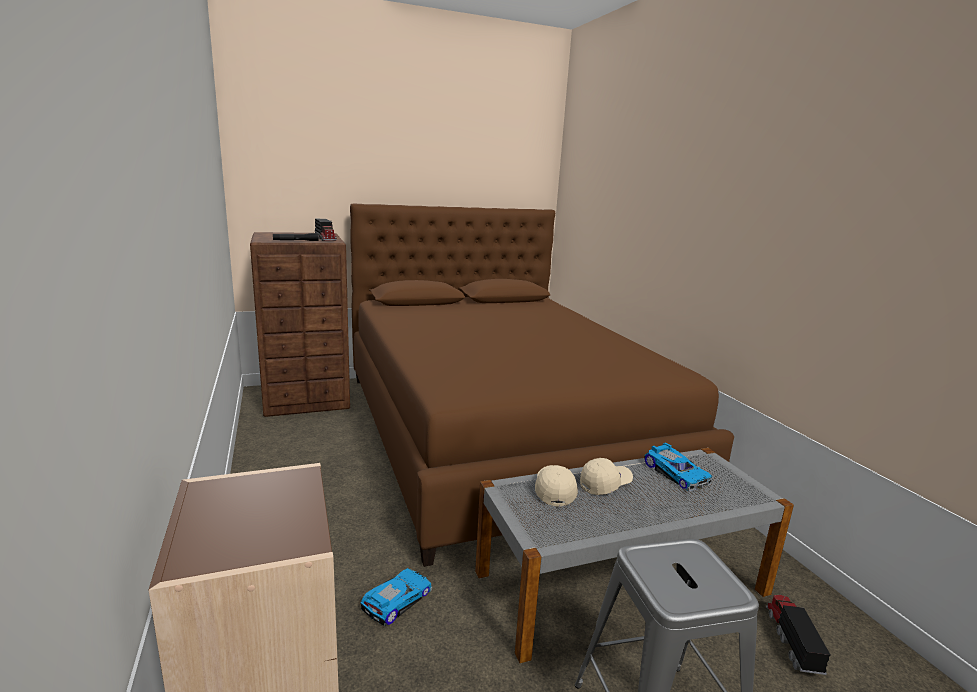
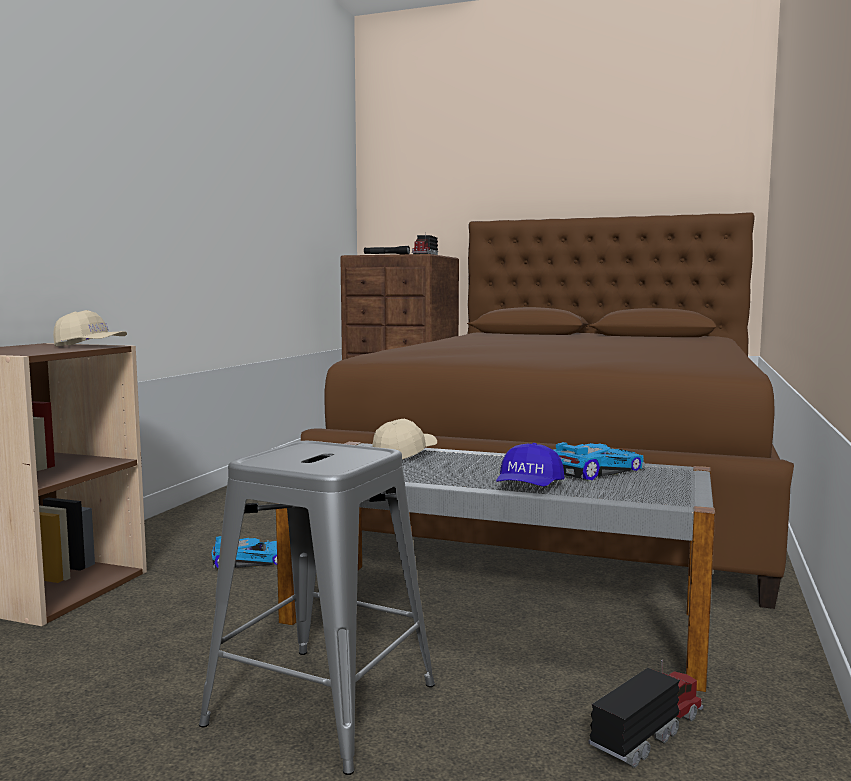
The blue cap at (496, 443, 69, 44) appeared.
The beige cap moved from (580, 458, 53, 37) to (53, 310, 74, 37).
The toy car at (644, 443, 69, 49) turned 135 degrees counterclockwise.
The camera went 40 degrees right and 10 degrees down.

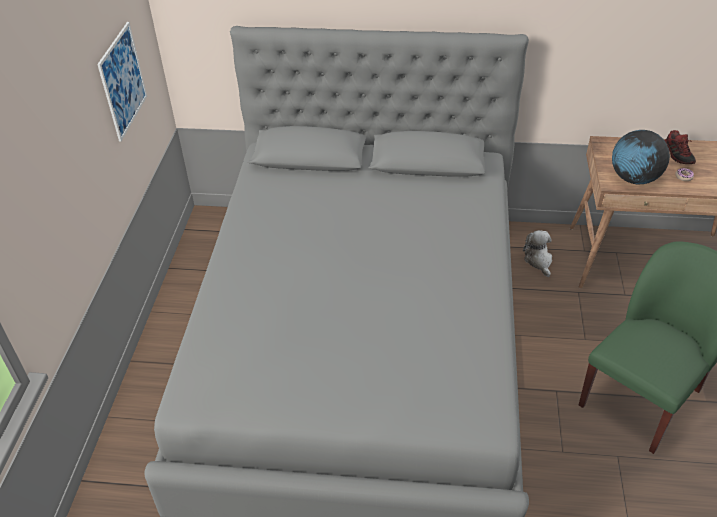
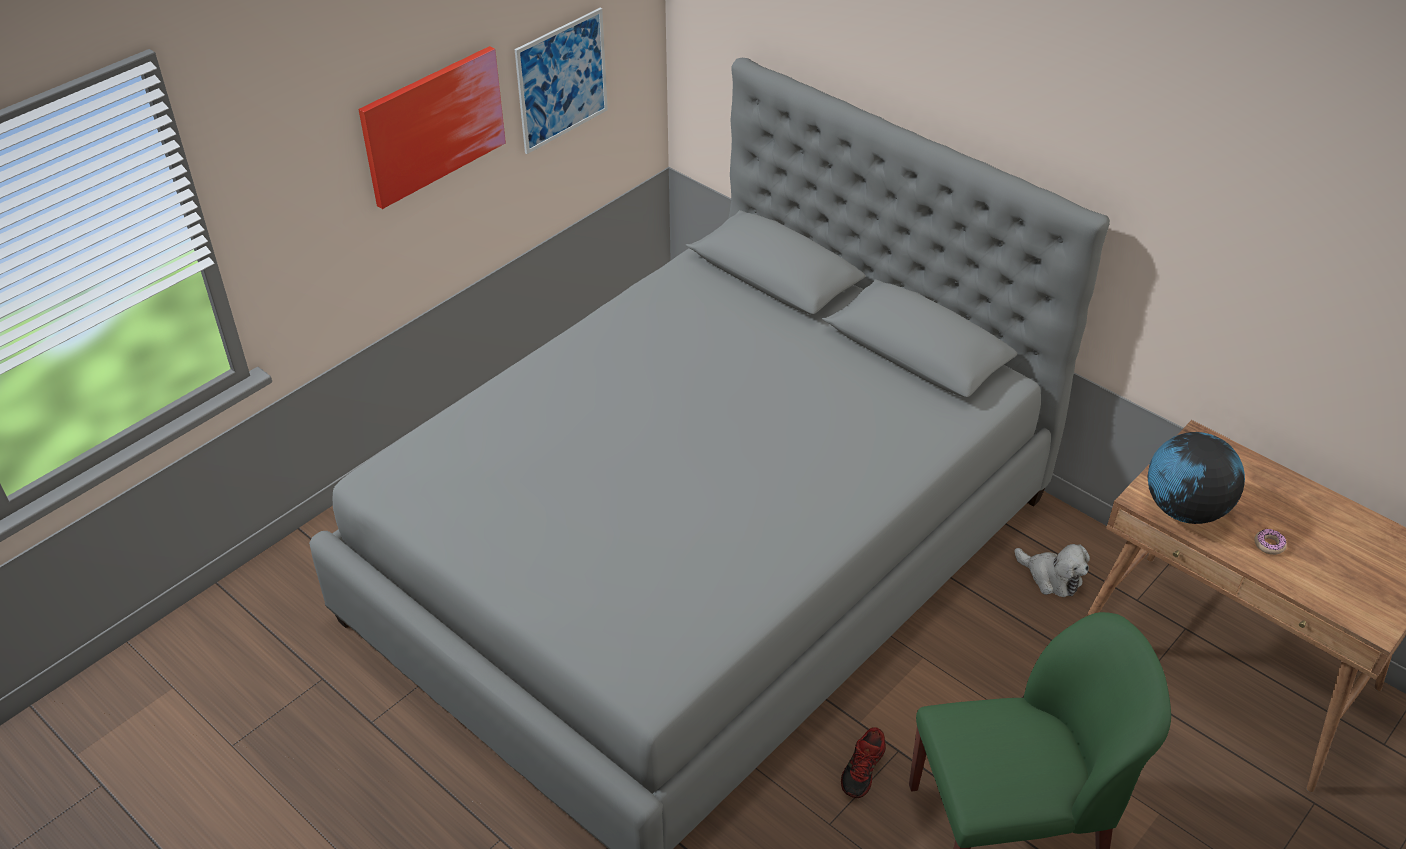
The picture at (358, 46, 148, 163) appeared.
The shoe moved from (664, 130, 32, 34) to (841, 727, 45, 71).
The plush toy at (523, 230, 29, 47) turned 105 degrees clockwise.
The camera went 35 degrees right and 0 degrees up.

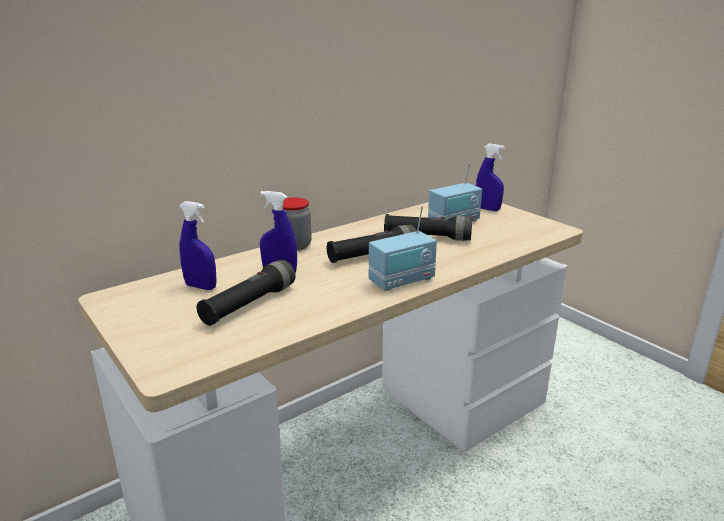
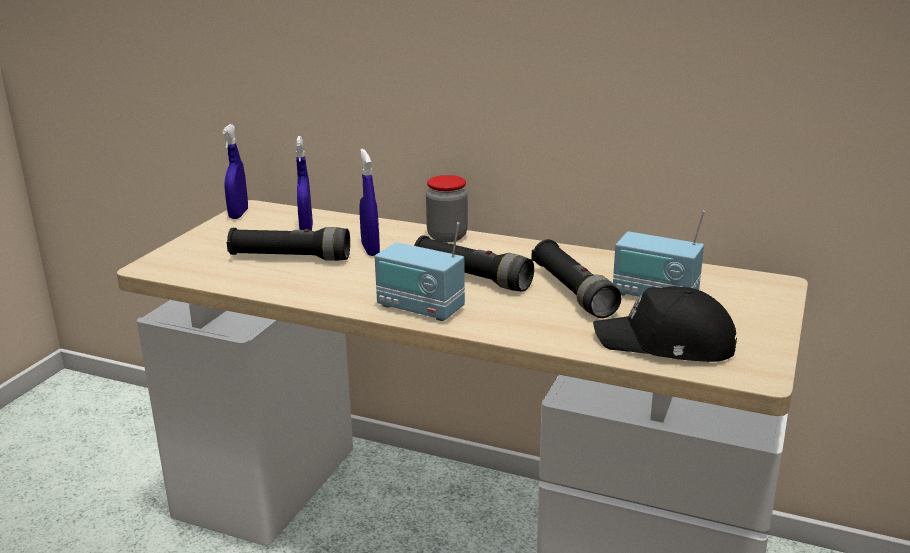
The black cap at (593, 286, 144, 76) appeared.
The blue spray bottle moved from (476, 144, 29, 67) to (222, 124, 26, 95).
The camera went 60 degrees right and 0 degrees up.

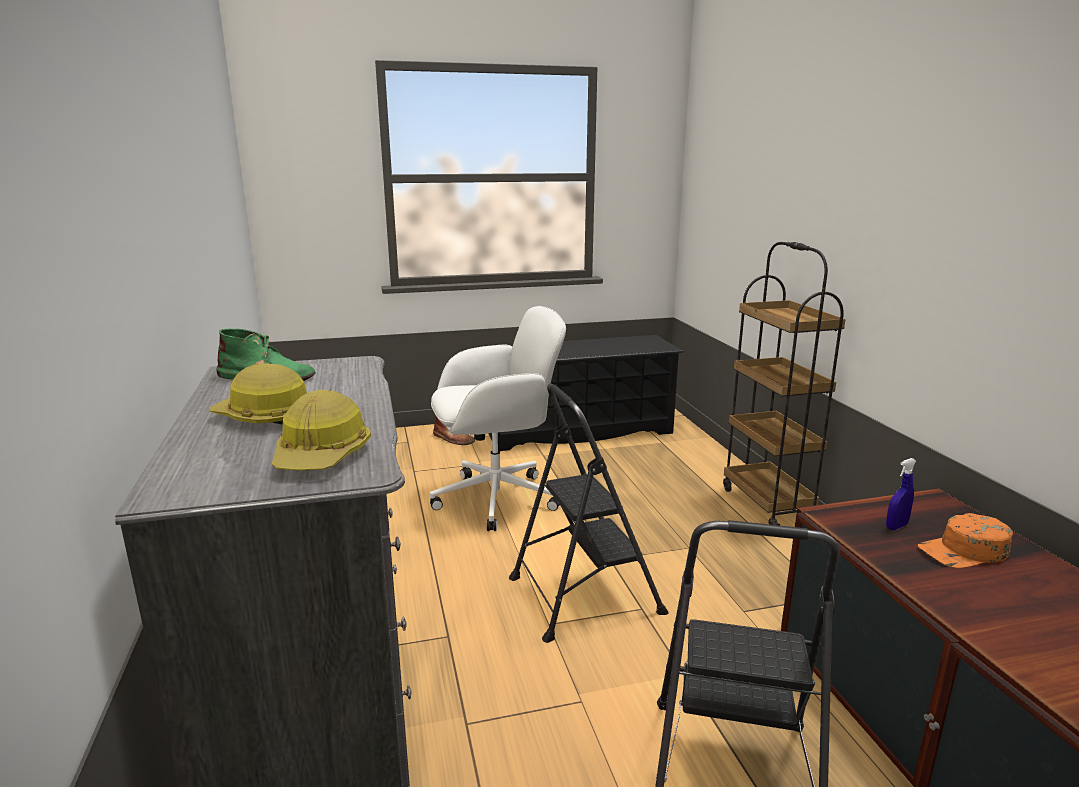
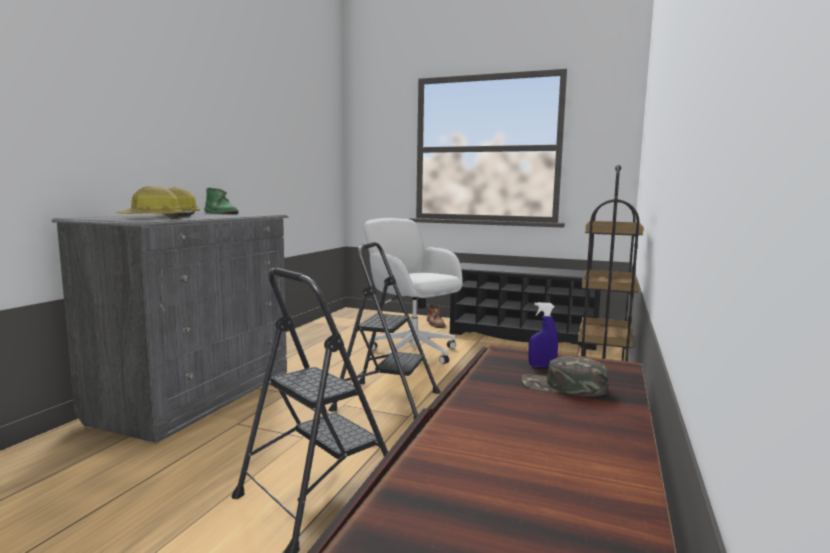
The orange cap at (918, 513, 95, 55) became the green cap at (522, 356, 86, 40).
The white office chair at (430, 306, 136, 225) turned 150 degrees counterclockwise.
The camera went 35 degrees right and 10 degrees down.

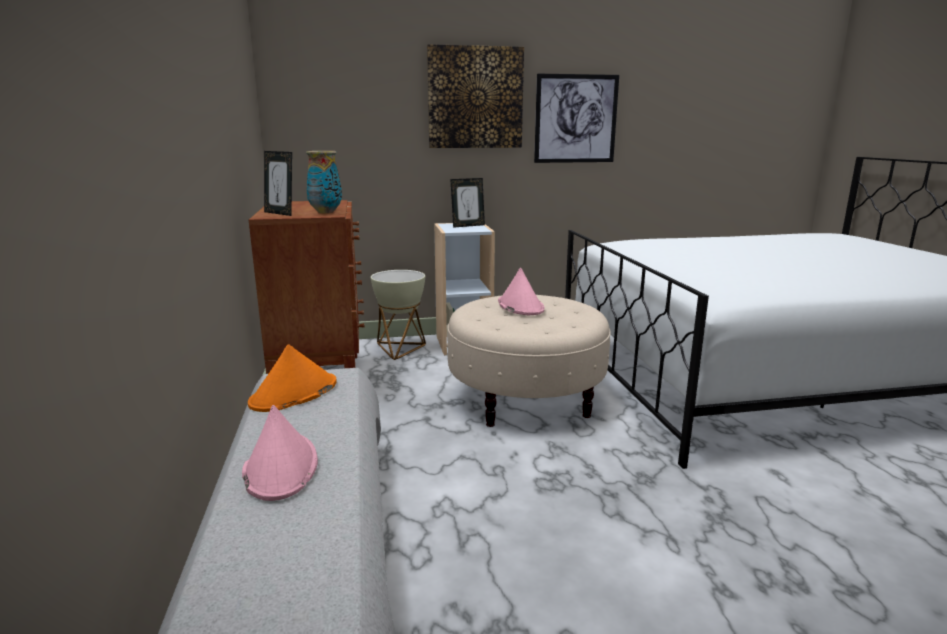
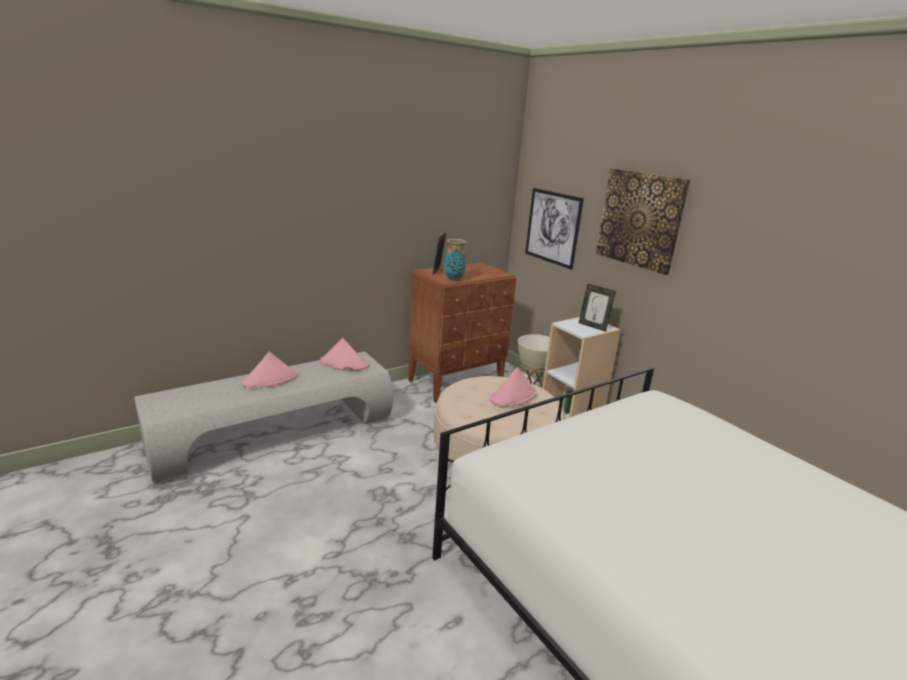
The picture moved from (534, 74, 85, 89) to (525, 188, 59, 82).
The orange hat at (248, 344, 89, 68) became the pink hat at (320, 338, 48, 33).
The camera went 65 degrees right and 5 degrees up.

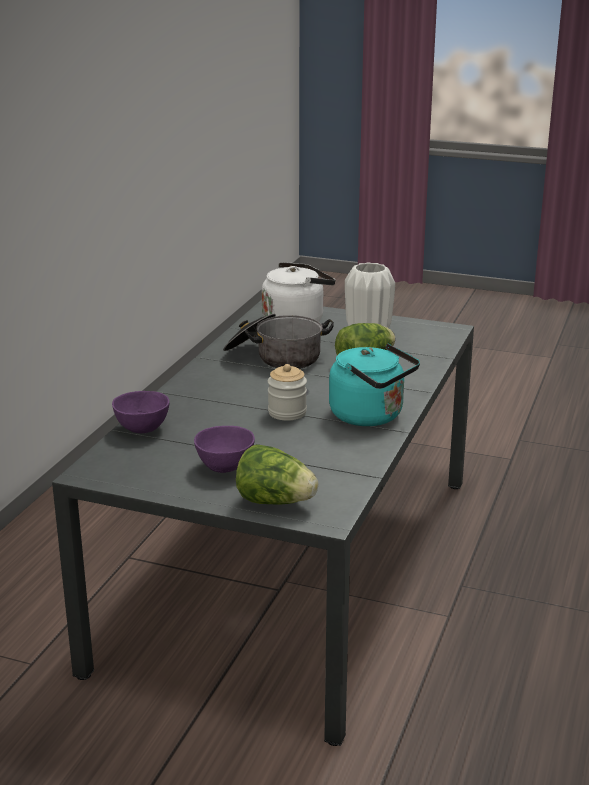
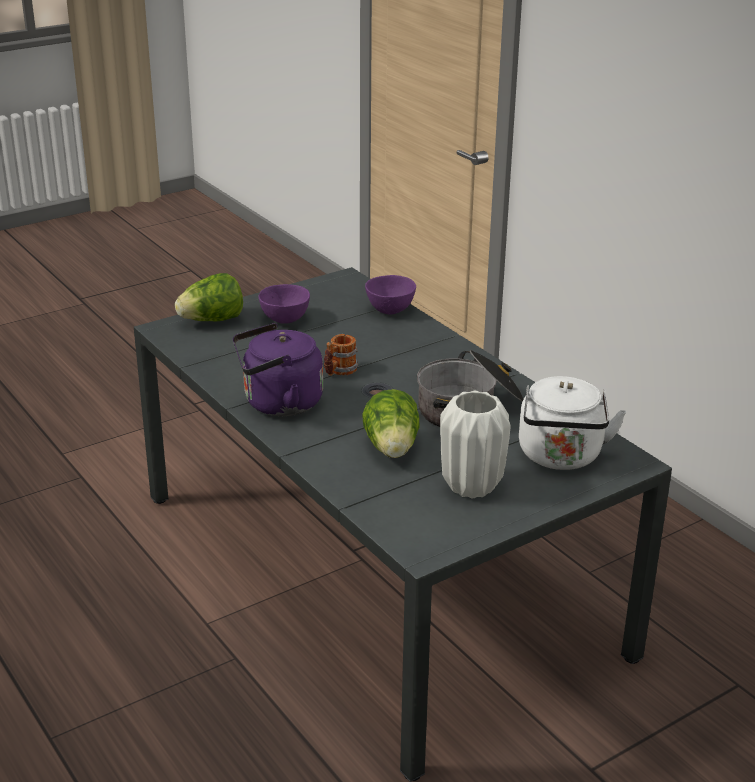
The jar at (268, 364, 39, 57) was replaced by the mug at (324, 334, 34, 42).
The turquoise kettle at (329, 343, 91, 83) became the purple kettle at (233, 323, 90, 93).
The camera went 125 degrees right and 5 degrees up.

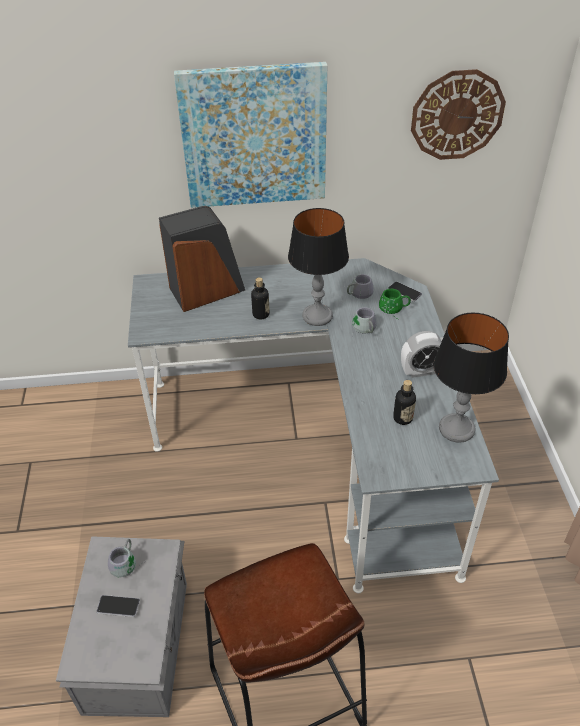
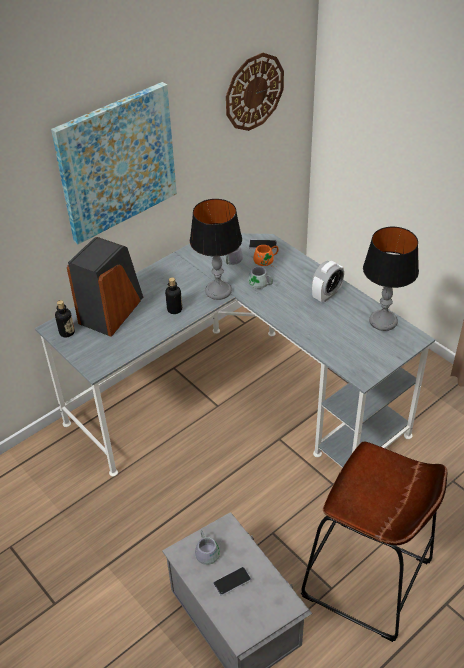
The bottle moved from (393, 380, 23, 45) to (55, 300, 20, 37).
The green mug at (379, 289, 32, 30) became the orange mug at (253, 245, 25, 22).
The camera went 35 degrees left and 0 degrees up.

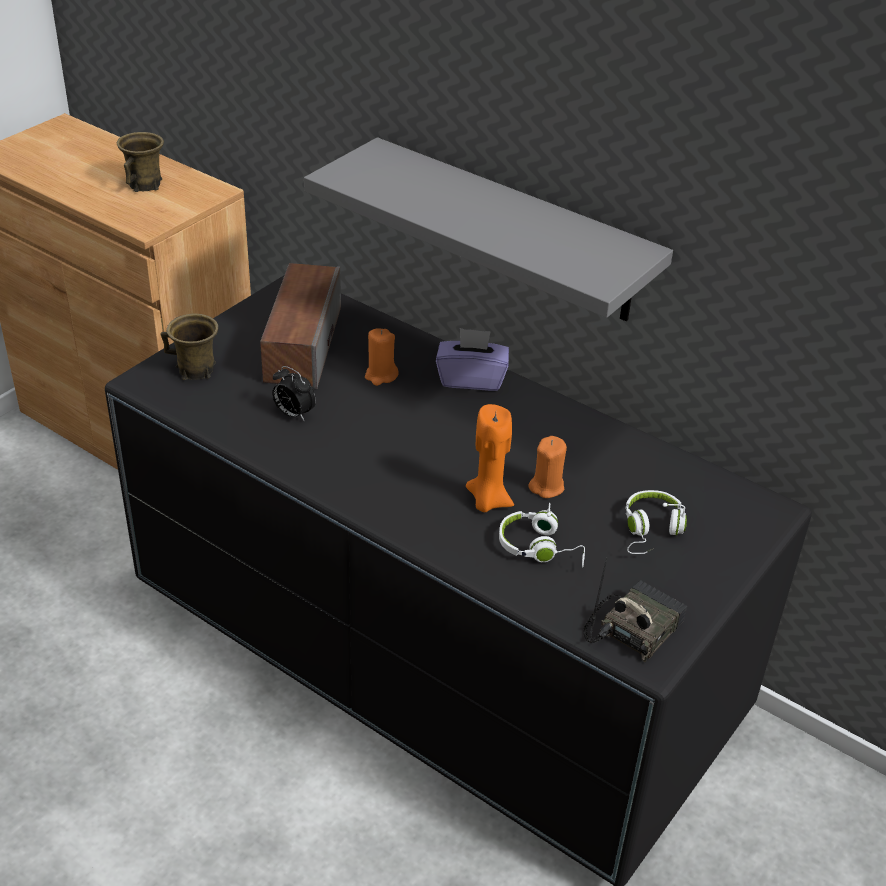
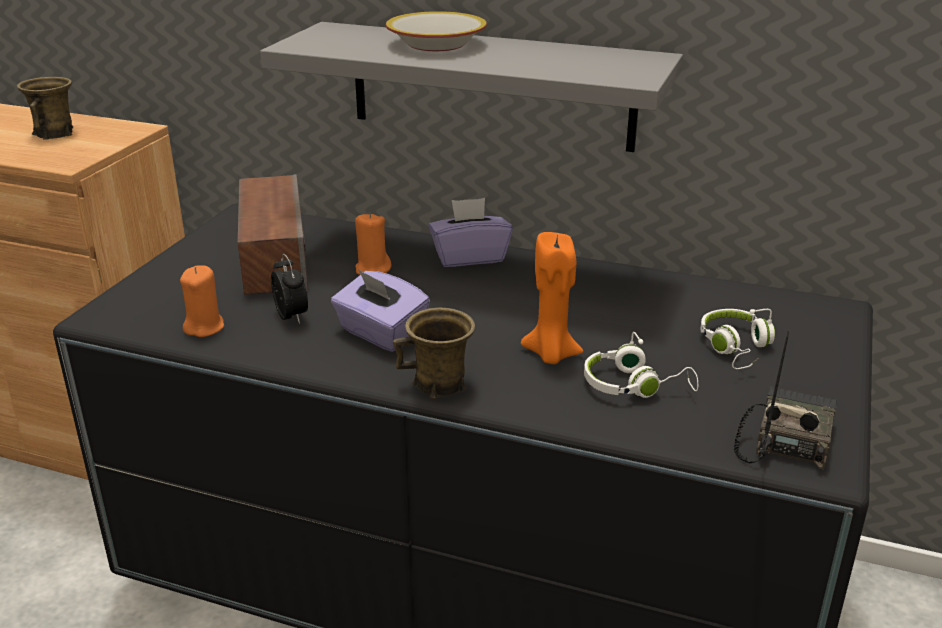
The purple tissue box at (331, 269, 99, 83) appeared.
The bowl at (386, 11, 101, 40) appeared.
The brown mug moved from (161, 313, 57, 67) to (393, 308, 82, 91).
The orange candle moved from (529, 436, 38, 62) to (180, 265, 44, 72).
The alarm clock at (272, 366, 44, 55) turned 135 degrees counterclockwise.
The camera went 15 degrees left and 10 degrees down.

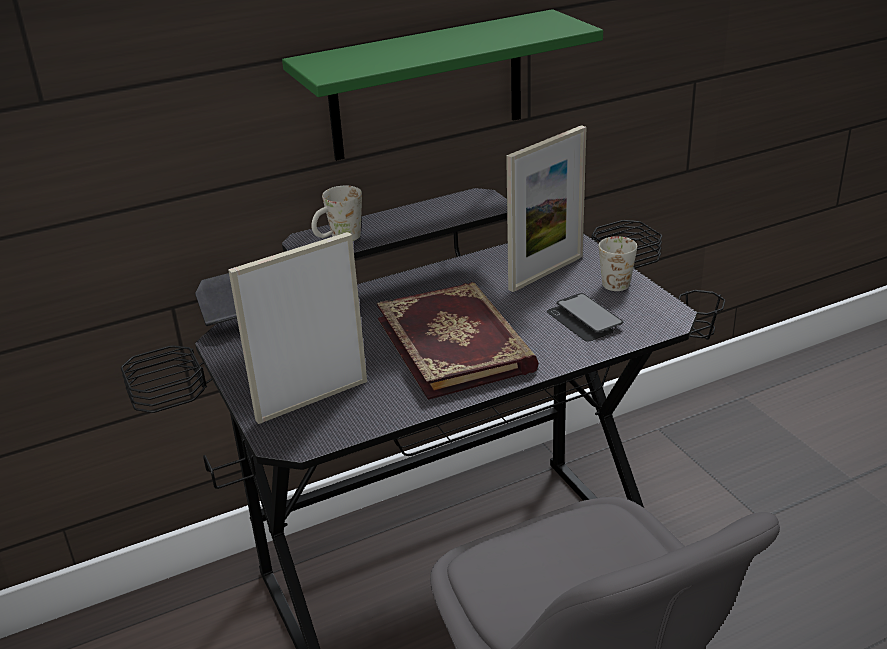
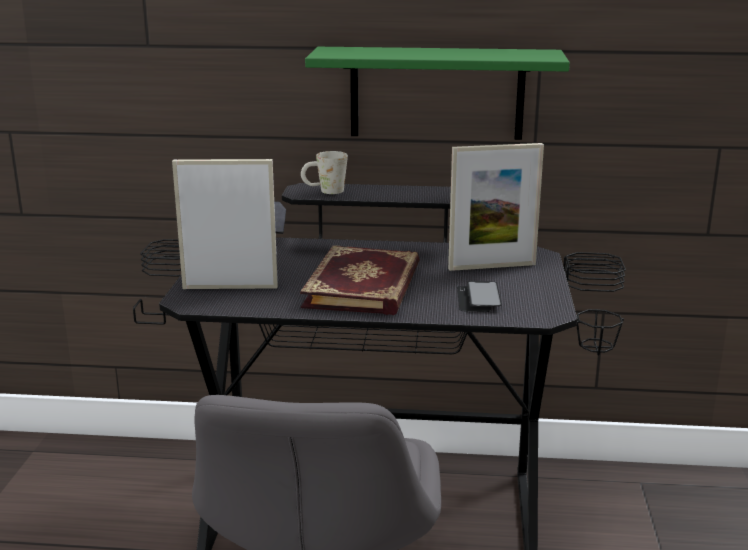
The white mug at (599, 236, 38, 55) disappeared.
The camera went 30 degrees right and 10 degrees down.

